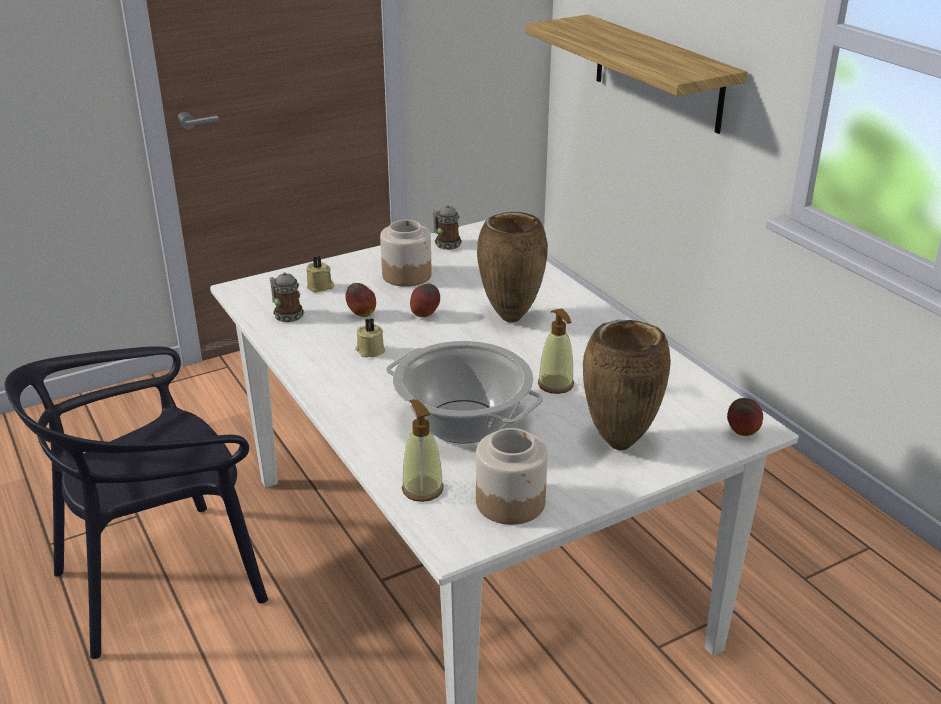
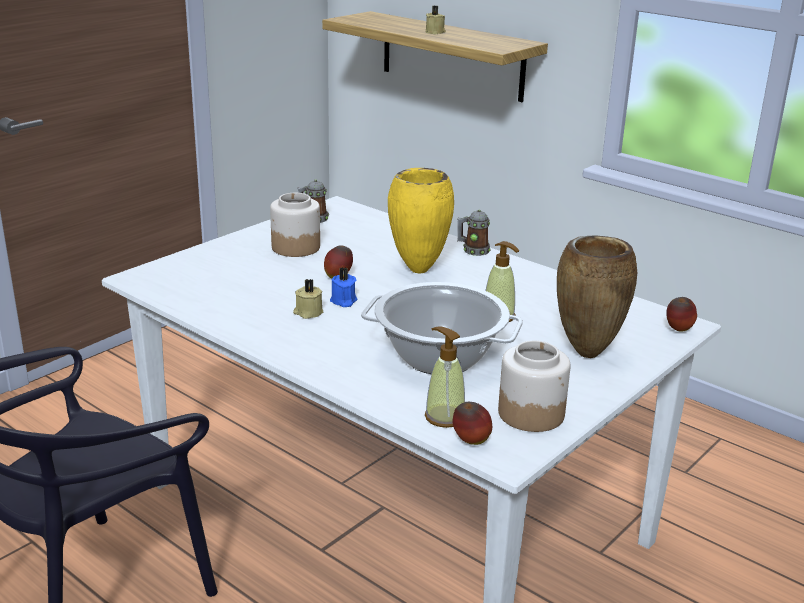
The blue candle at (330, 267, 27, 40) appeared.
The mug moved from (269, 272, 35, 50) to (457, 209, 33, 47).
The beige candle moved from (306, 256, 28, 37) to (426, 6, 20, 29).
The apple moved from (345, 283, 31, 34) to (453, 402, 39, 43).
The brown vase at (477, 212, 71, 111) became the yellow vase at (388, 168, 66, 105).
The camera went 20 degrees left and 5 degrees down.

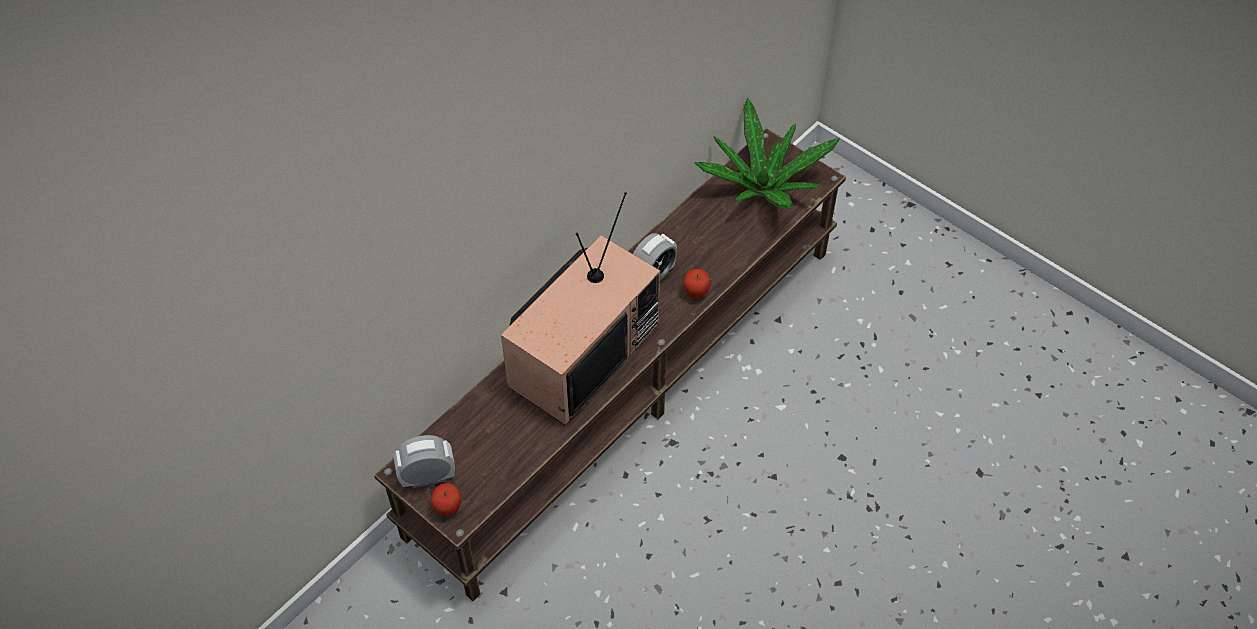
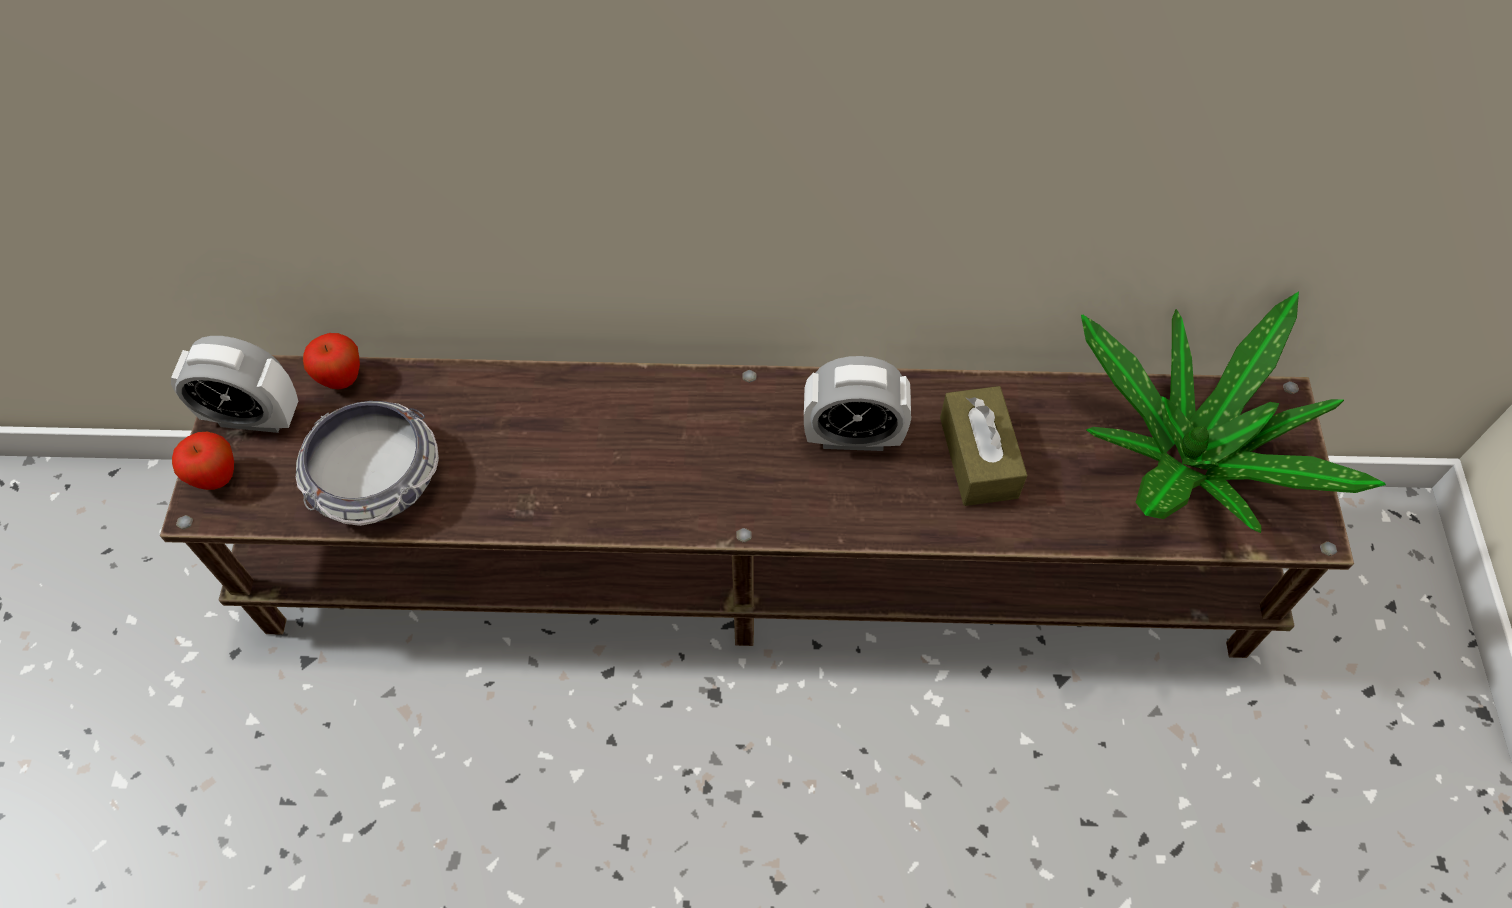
The television at (501, 192, 159, 233) disappeared.
The bowl at (296, 401, 143, 125) appeared.
The brown tissue box at (940, 386, 87, 120) appeared.
The apple moved from (683, 269, 28, 29) to (303, 333, 57, 56).
The alarm clock at (394, 435, 61, 53) turned 150 degrees clockwise.
The camera went 50 degrees right and 5 degrees up.

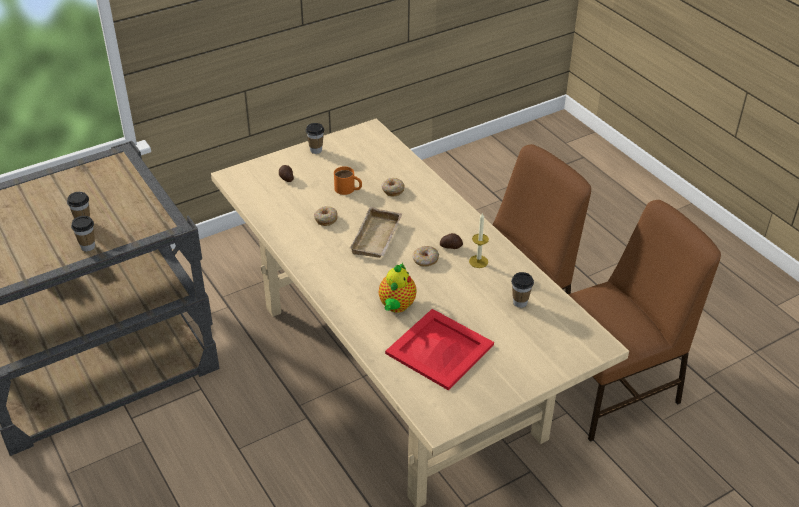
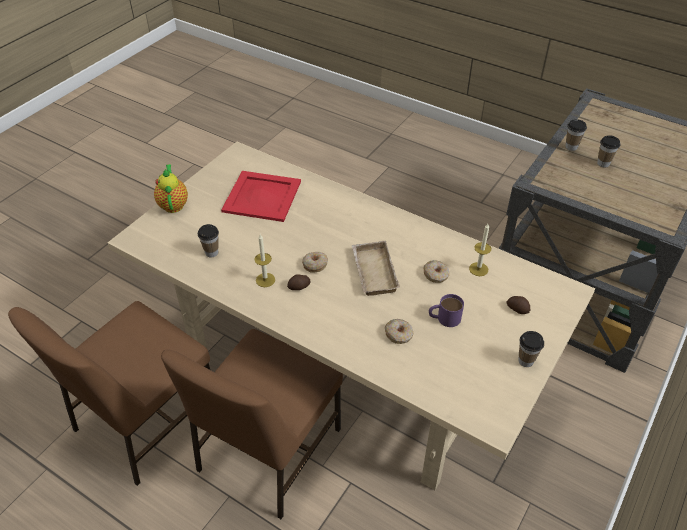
The candle at (469, 224, 22, 52) appeared.
The teapot moved from (379, 263, 38, 50) to (154, 164, 34, 49).
The orange mug at (334, 166, 28, 29) became the purple mug at (429, 294, 35, 33).
The camera went 155 degrees right and 5 degrees up.

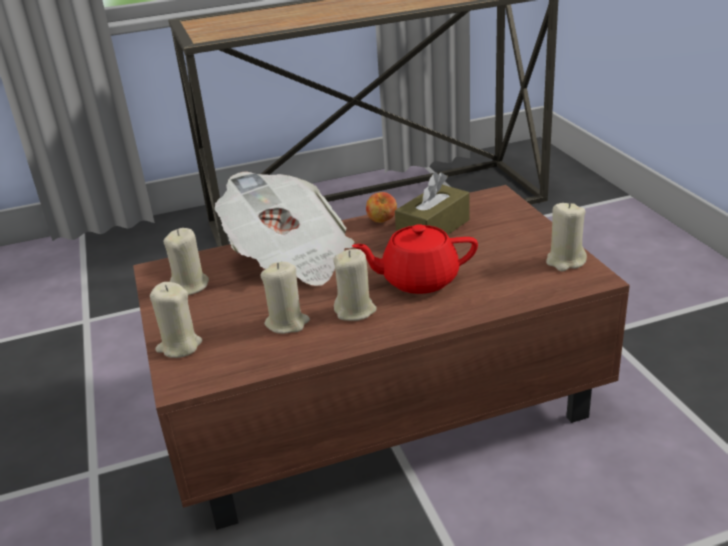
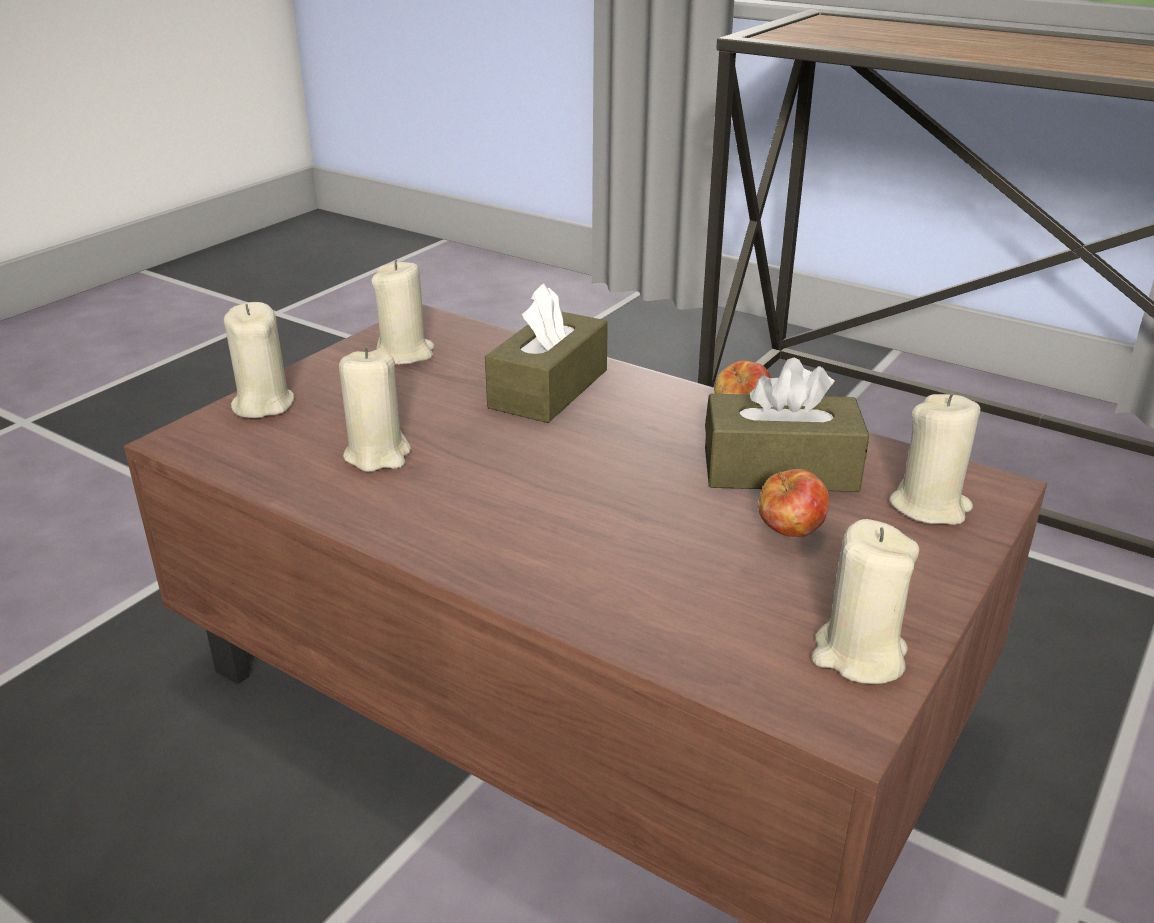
The red teapot at (352, 224, 126, 70) disappeared.
The apple at (758, 469, 72, 68) appeared.
The beige candle moved from (334, 249, 43, 72) to (889, 394, 91, 131).
The newspaper at (215, 171, 140, 115) was replaced by the brown tissue box at (485, 283, 123, 140).
The camera went 50 degrees right and 0 degrees up.

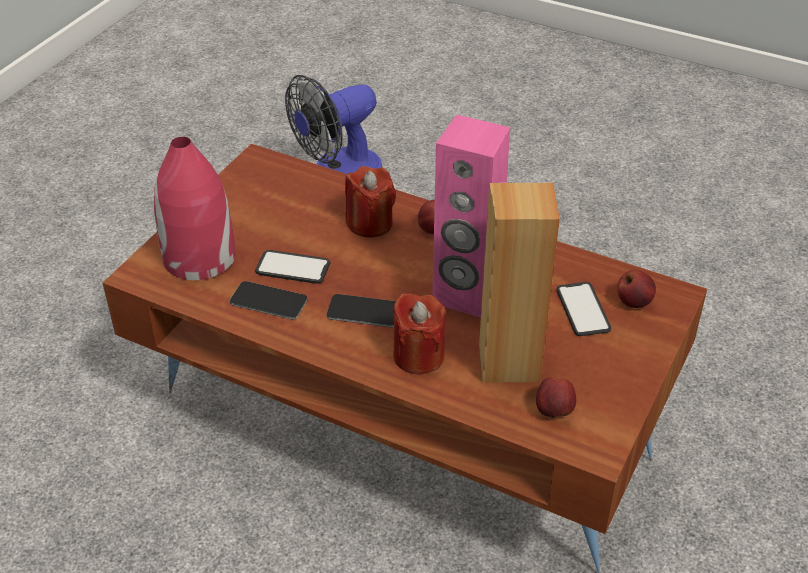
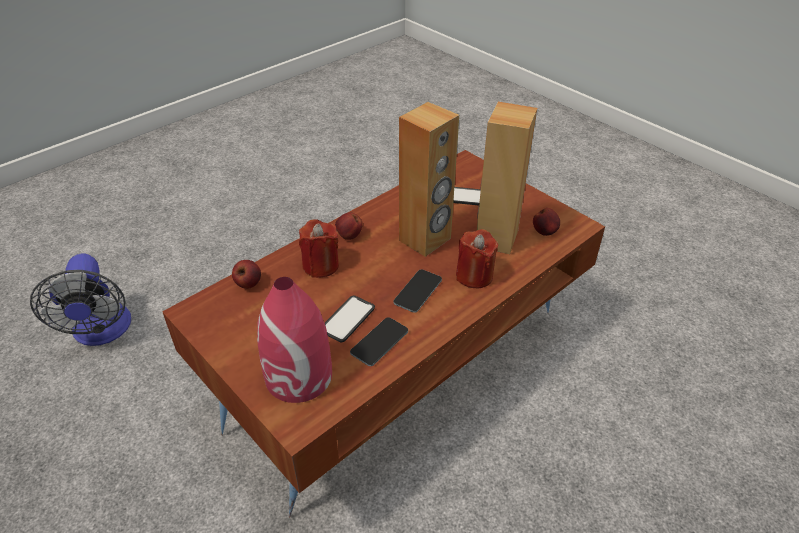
The apple moved from (617, 270, 39, 38) to (232, 260, 29, 29).
The pink speaker at (432, 114, 78, 204) became the brown speaker at (399, 102, 60, 155).
The camera went 70 degrees left and 0 degrees up.

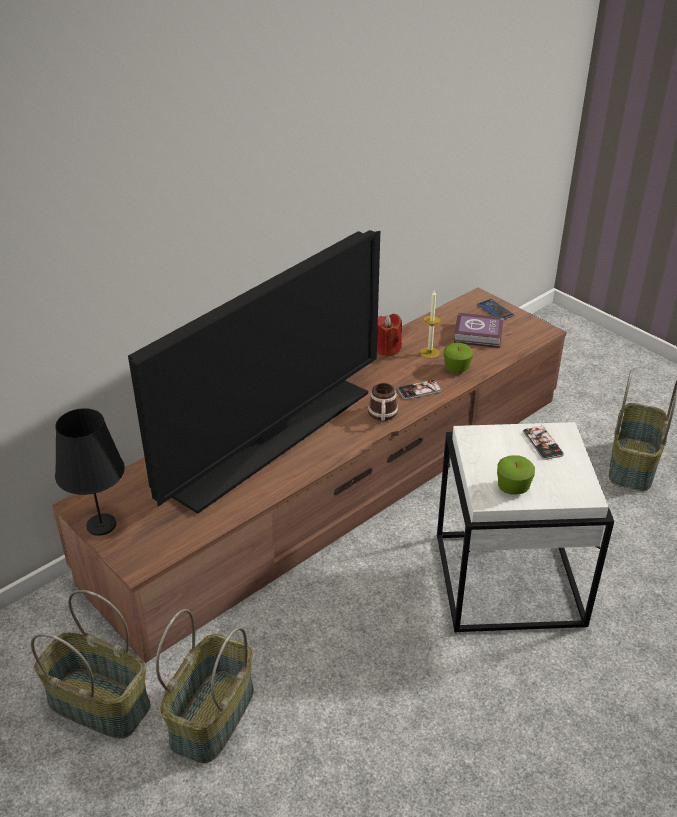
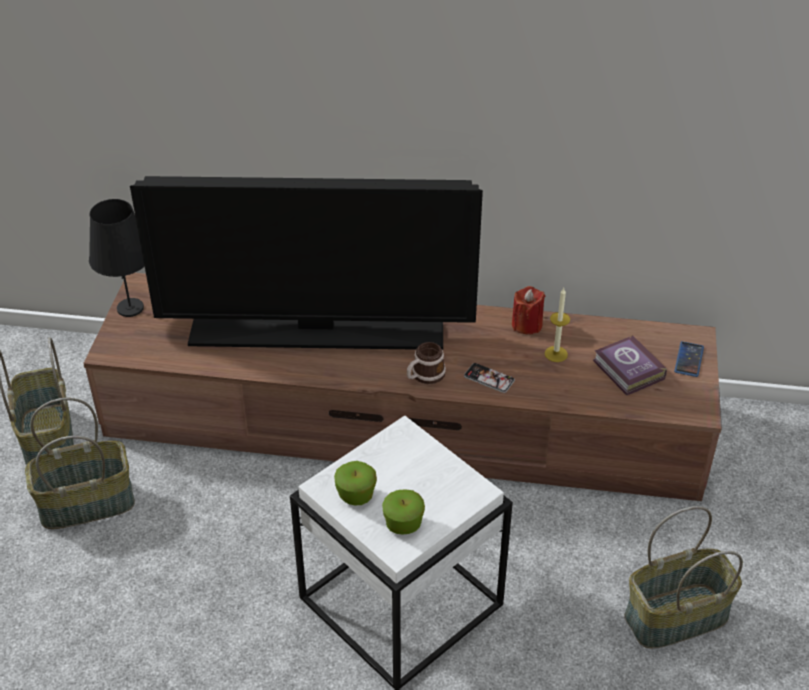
The phone at (523, 425, 41, 35) disappeared.
The apple moved from (444, 342, 29, 31) to (382, 489, 43, 46).
The camera went 50 degrees right and 5 degrees up.

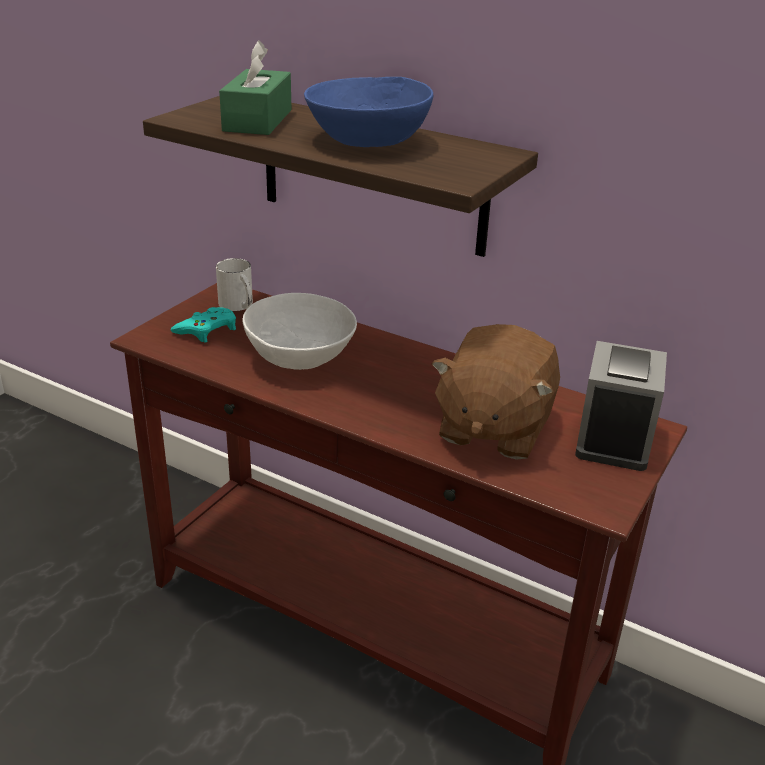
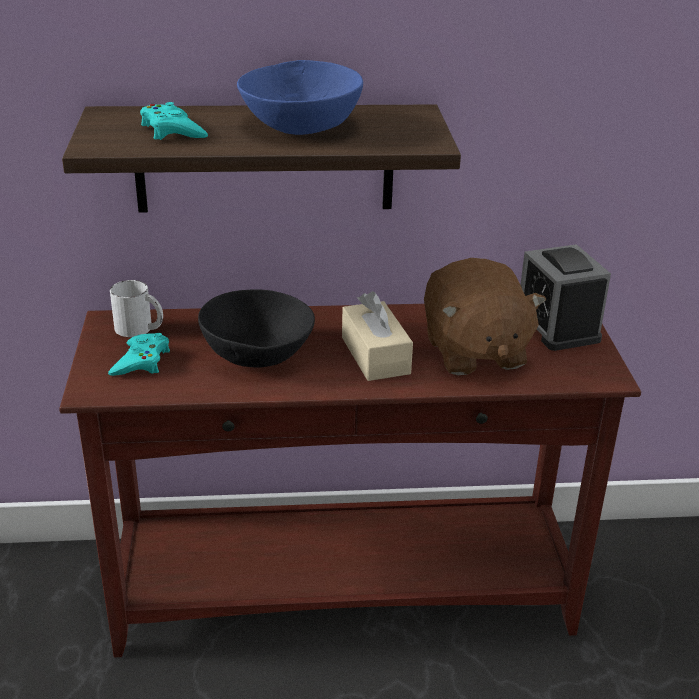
The beige tissue box at (342, 291, 71, 90) appeared.
The green tissue box at (219, 40, 73, 95) was replaced by the turquoise game controller at (140, 102, 68, 38).
The white bowl at (243, 293, 114, 77) became the black bowl at (198, 289, 117, 79).
The camera went 35 degrees left and 0 degrees up.

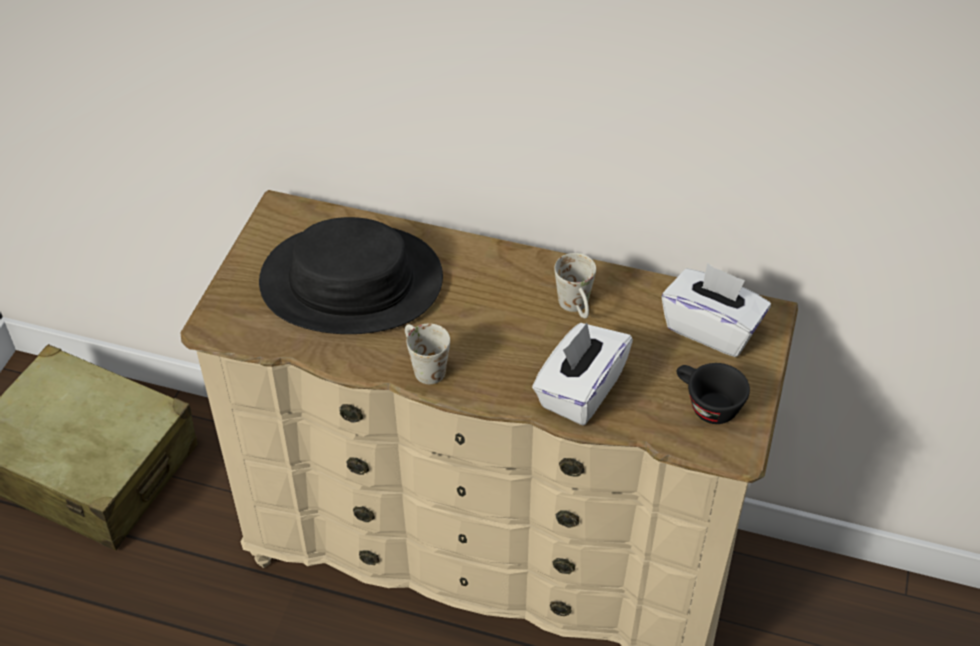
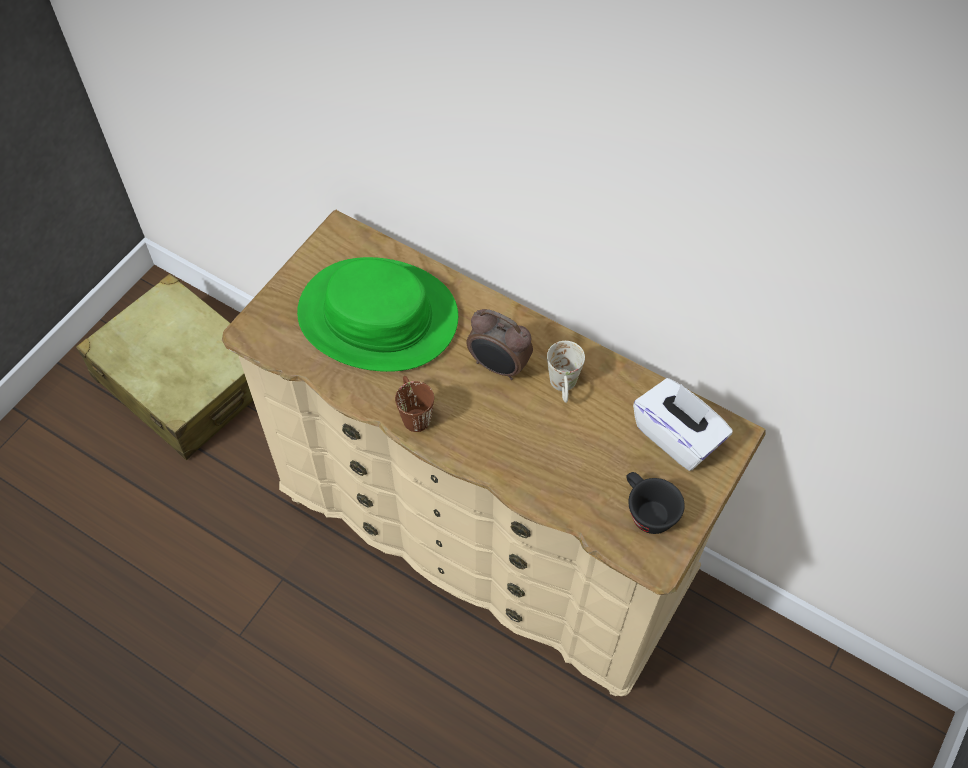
The white tissue box at (532, 323, 101, 102) disappeared.
The alarm clock at (466, 309, 67, 71) appeared.
The black hat at (259, 217, 184, 117) became the green hat at (297, 257, 161, 115).
The white mug at (405, 324, 45, 60) became the brown mug at (395, 376, 39, 56).
The camera went 15 degrees right and 10 degrees up.

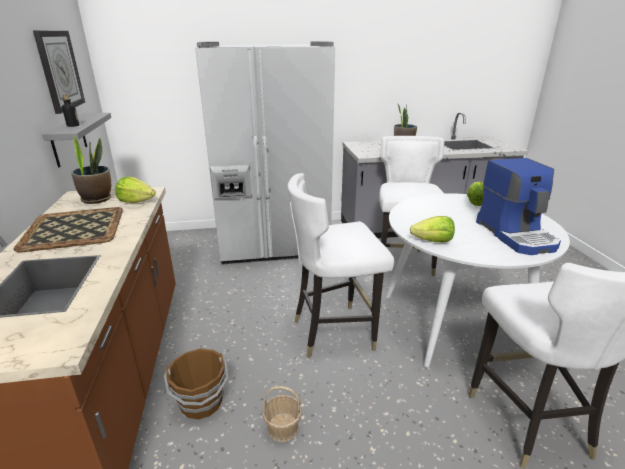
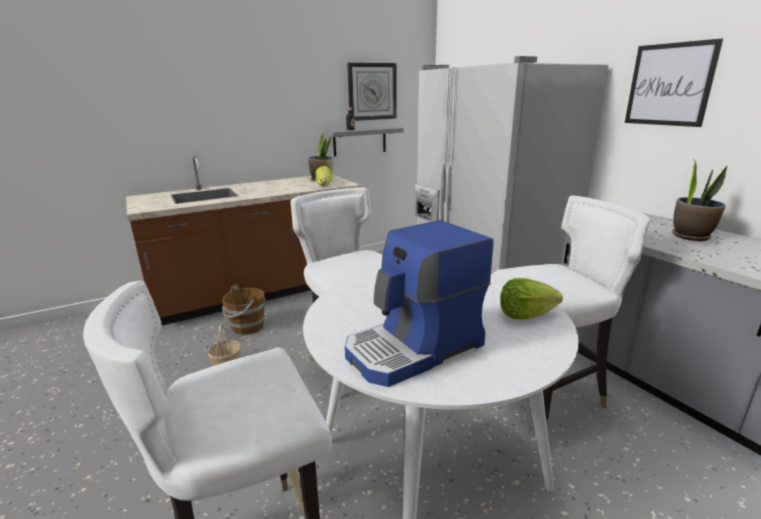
The tray at (14, 207, 109, 46) disappeared.
The lettuce at (410, 216, 45, 26) disappeared.
The picture at (625, 39, 98, 88) appeared.
The camera went 70 degrees right and 5 degrees down.

